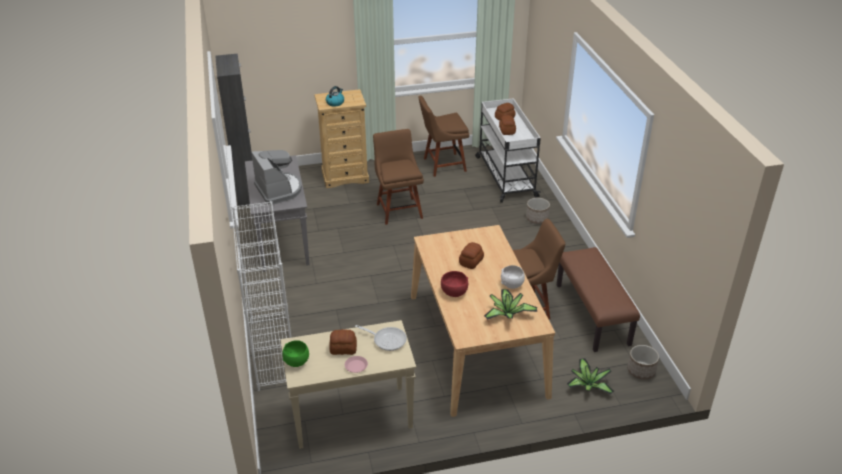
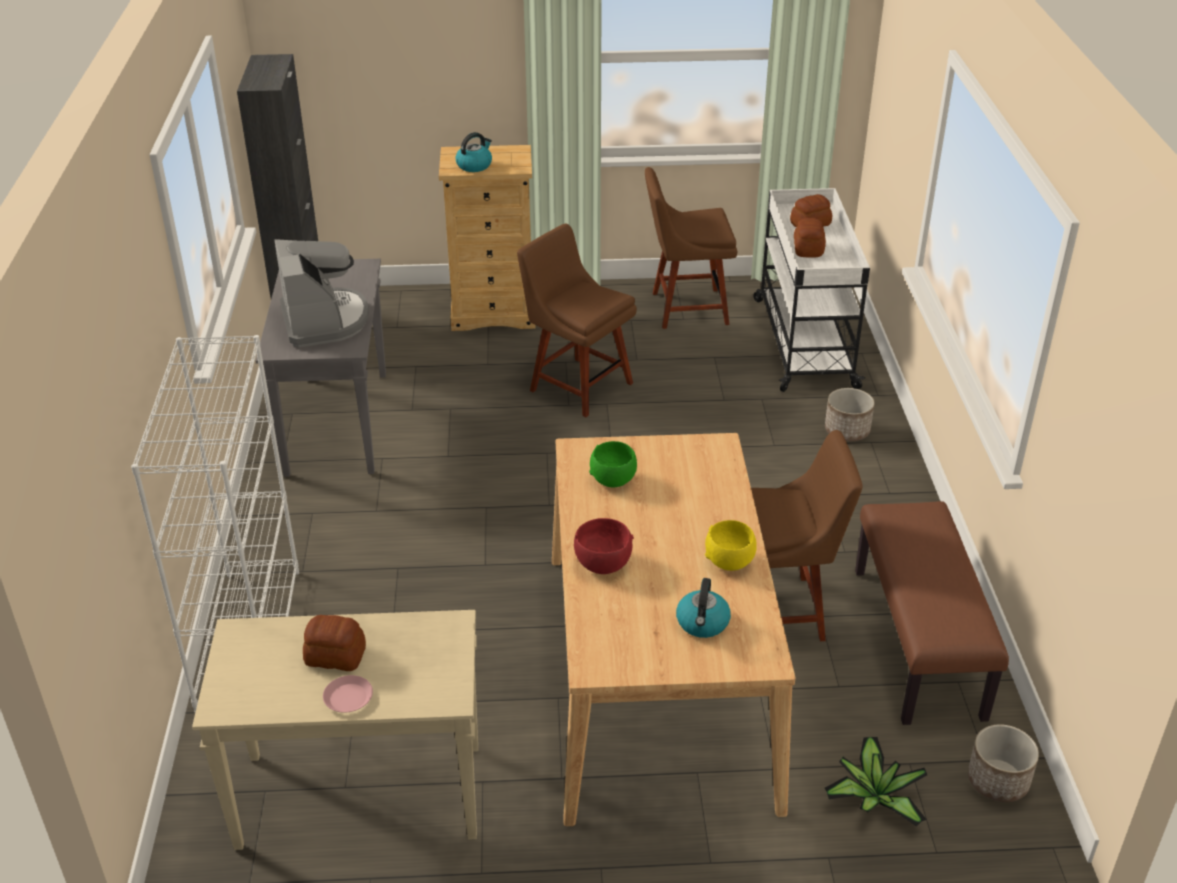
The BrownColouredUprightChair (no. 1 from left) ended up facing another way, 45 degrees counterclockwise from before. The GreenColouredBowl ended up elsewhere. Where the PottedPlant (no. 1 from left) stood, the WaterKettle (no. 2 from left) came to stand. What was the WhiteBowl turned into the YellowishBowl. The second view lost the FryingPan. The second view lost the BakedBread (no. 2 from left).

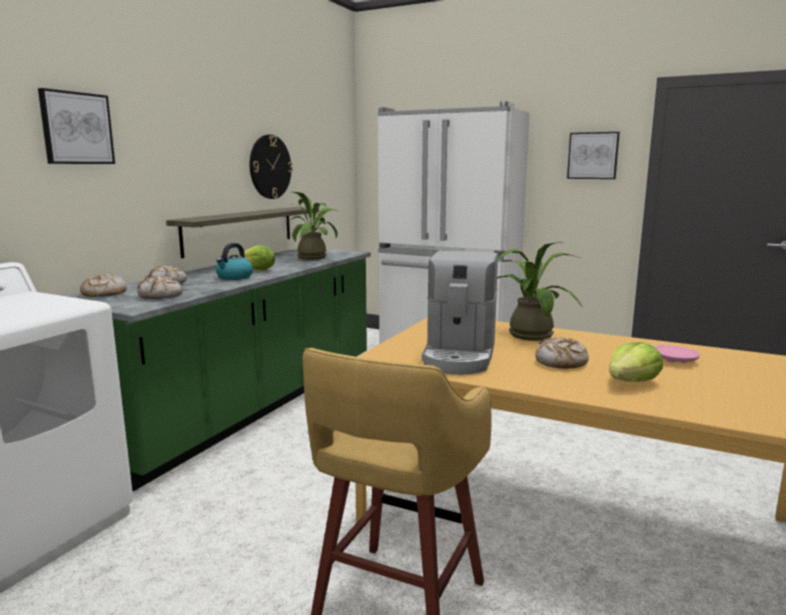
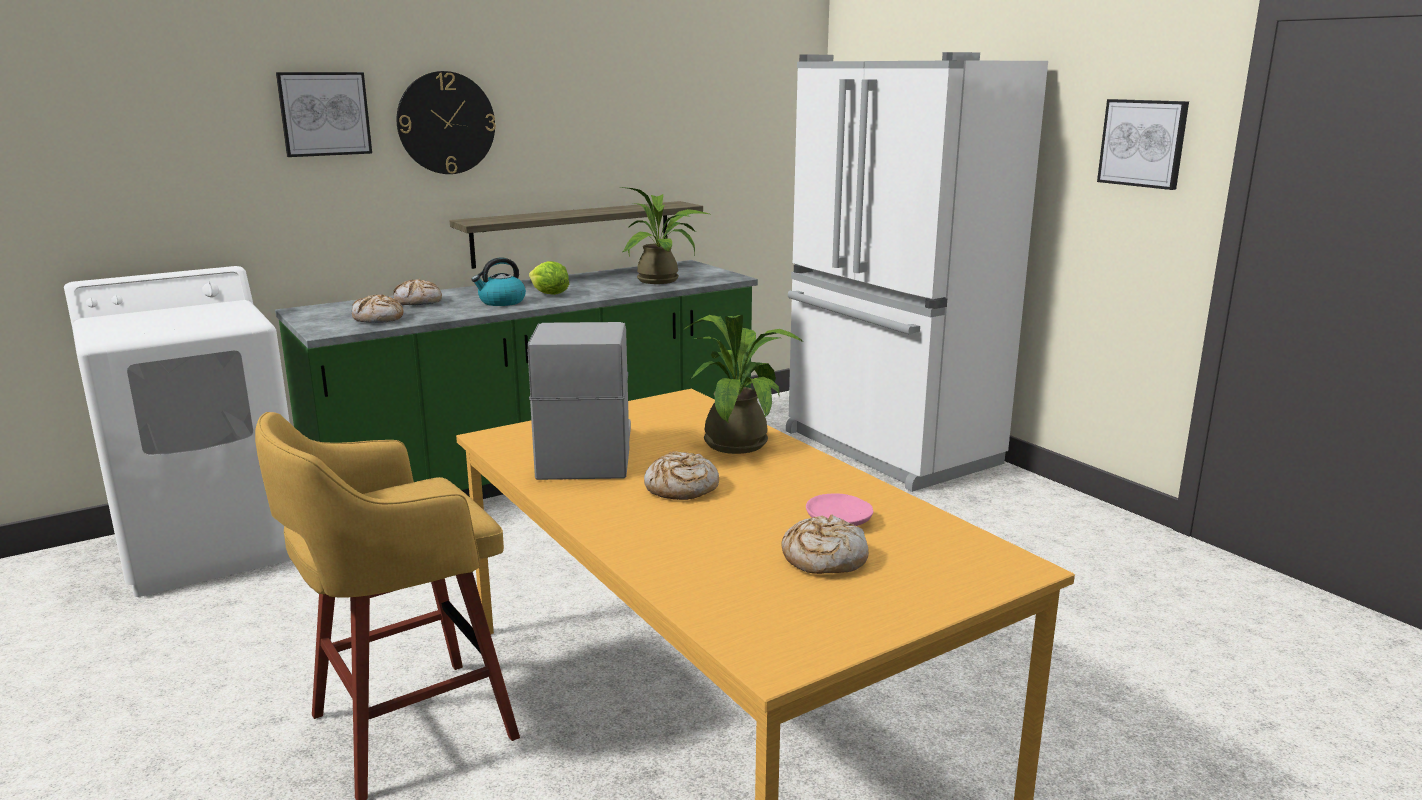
The WallClock ended up elsewhere. The CoffeeMaker ended up facing another way, 135 degrees clockwise from before. The BakedBread (no. 1 from left in the first image) ended up elsewhere. The second view lost the LettuceHead (no. 2 from left).

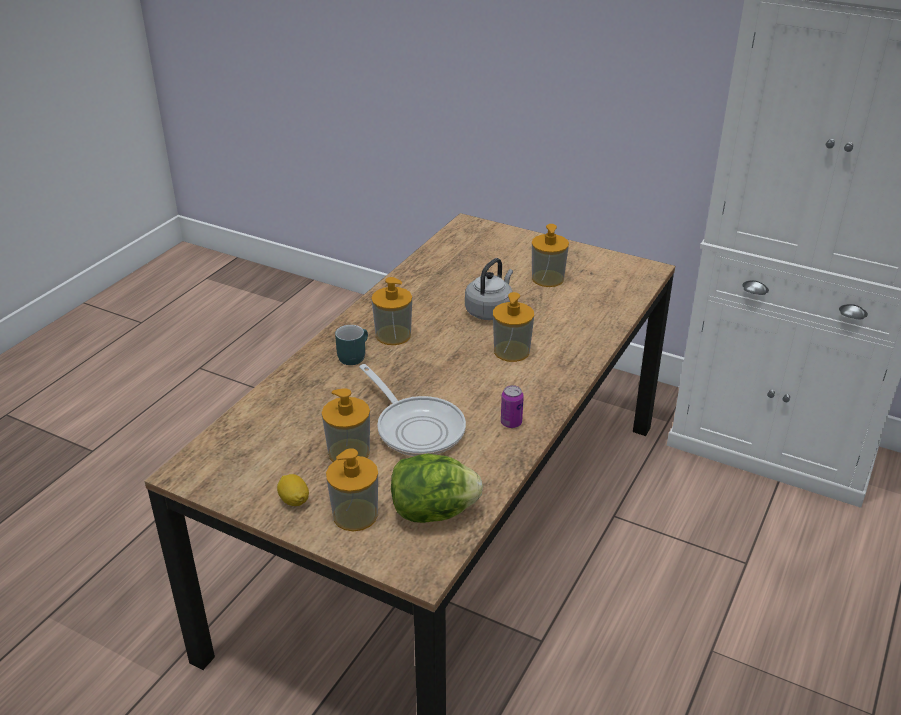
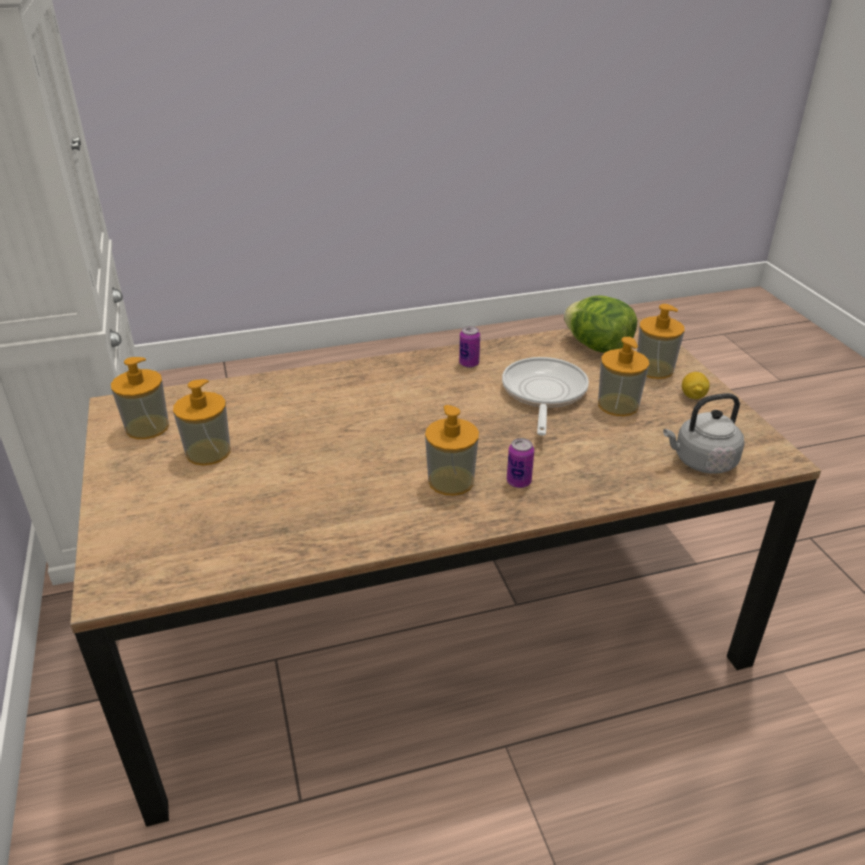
The LiquidSoapBottle (no. 4 from left in the first image) ended up elsewhere. Where the TurquoiseTeaMug stood, the SealedCan (no. 2 from left) came to stand. The GreyWaterKettle ended up elsewhere.

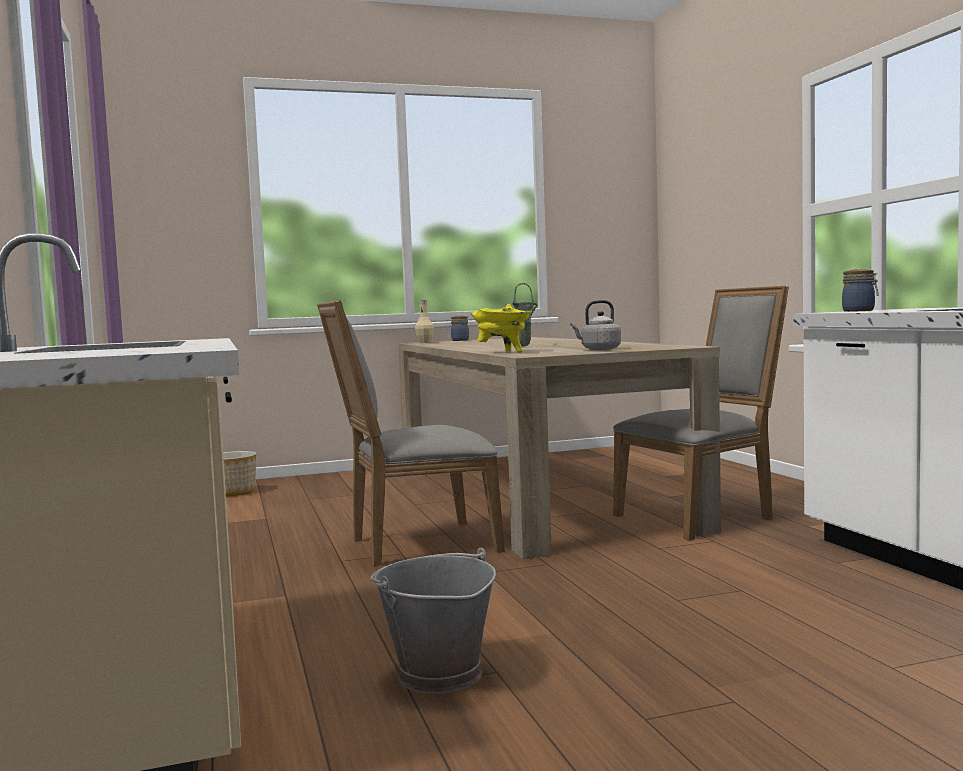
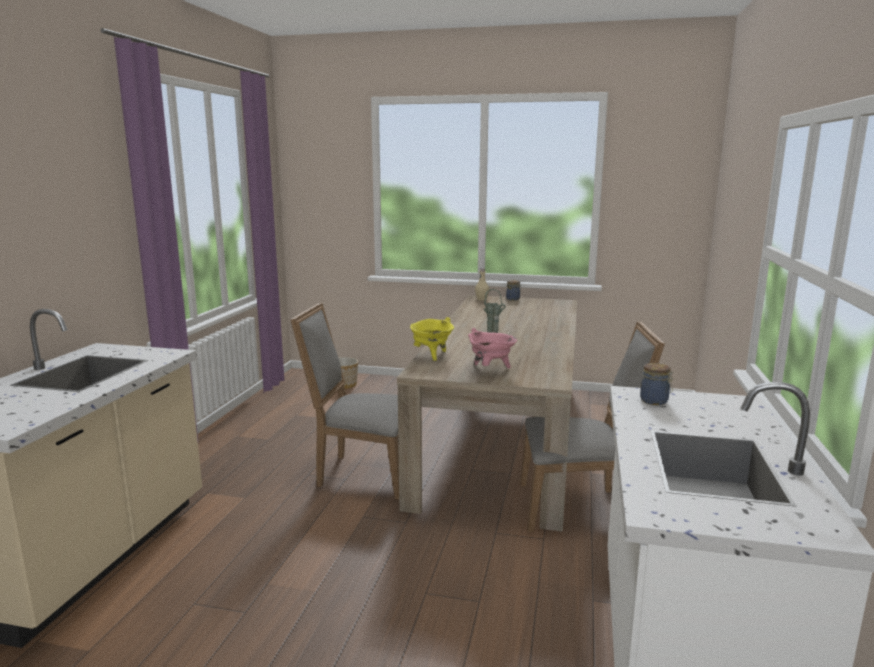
Where the GreyWaterKettle stood, the PinkCookingPot came to stand. The second view lost the GreyBucket.

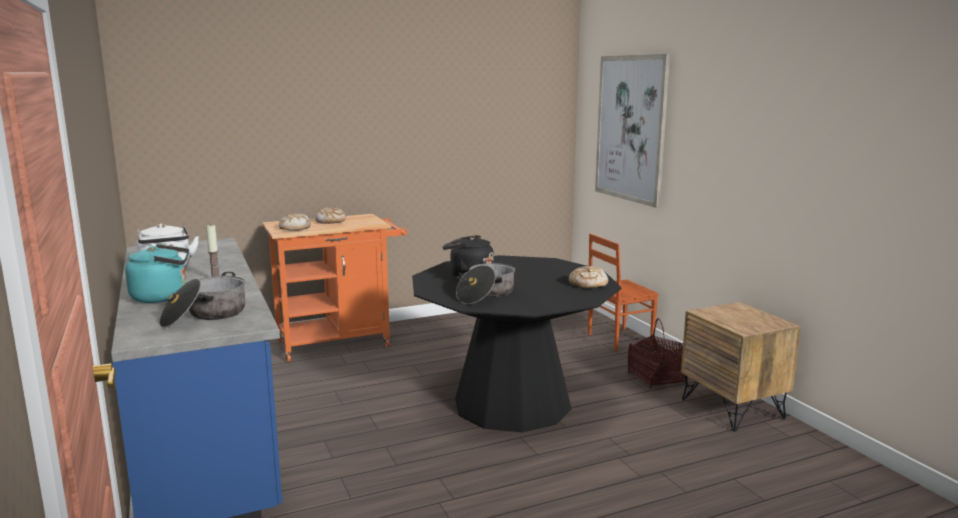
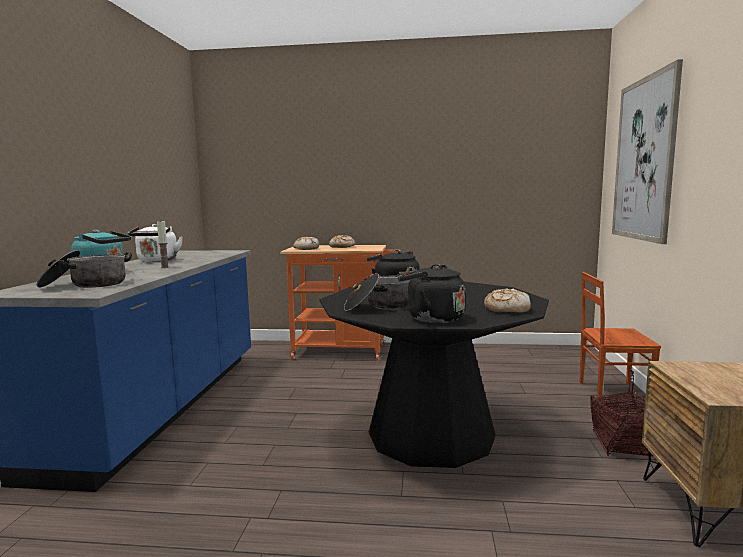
The second view gained the BlackWaterKettle (no. 2 from left).

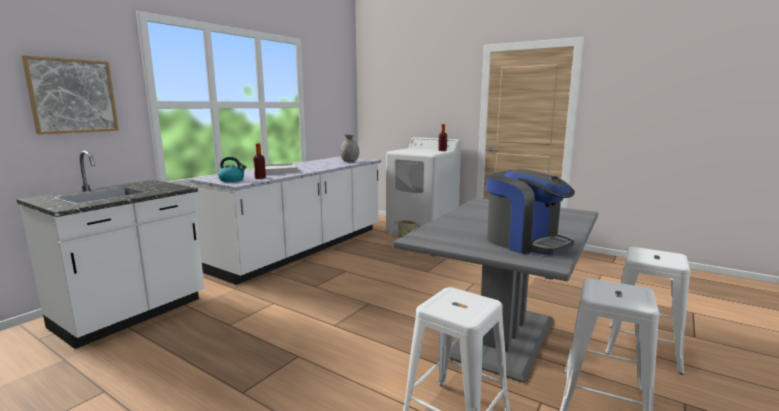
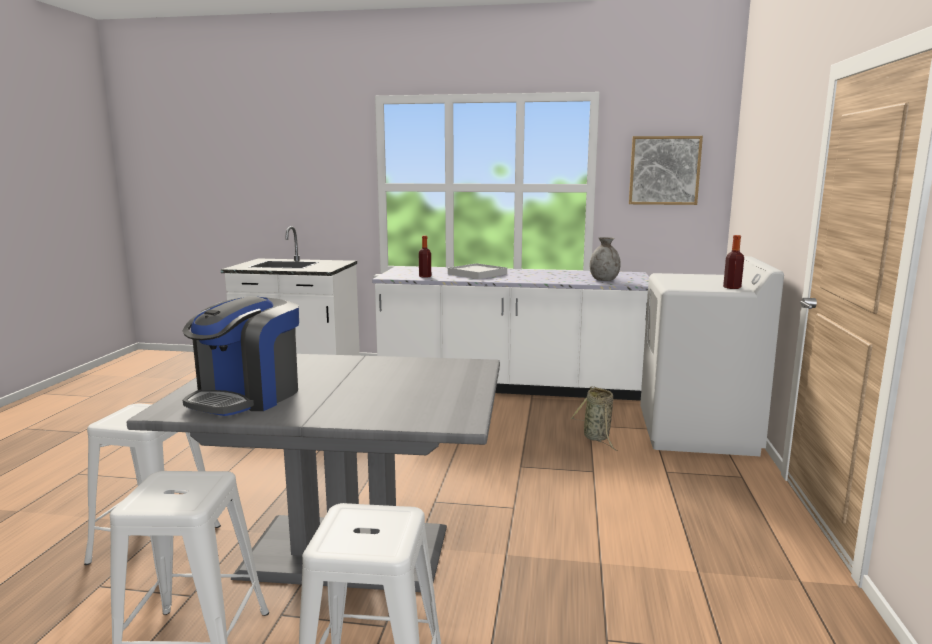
The WallPicture ended up elsewhere. The second view lost the WaterKettle.

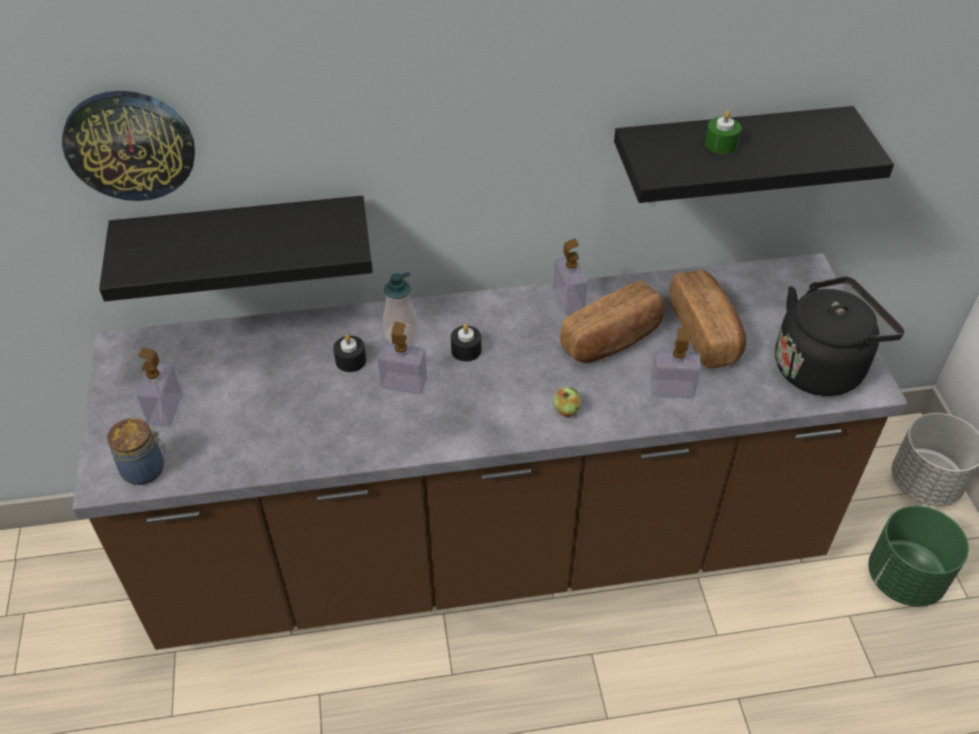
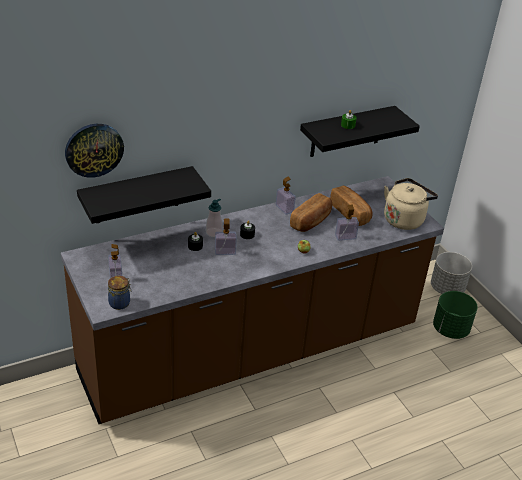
What was the BlackWaterKettle turned into the BeigeWaterKettle.

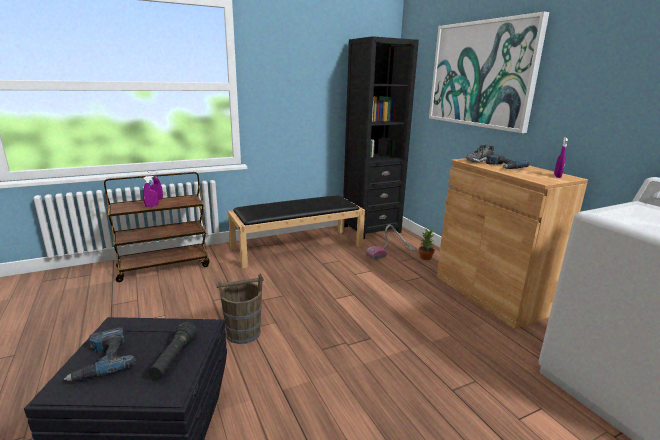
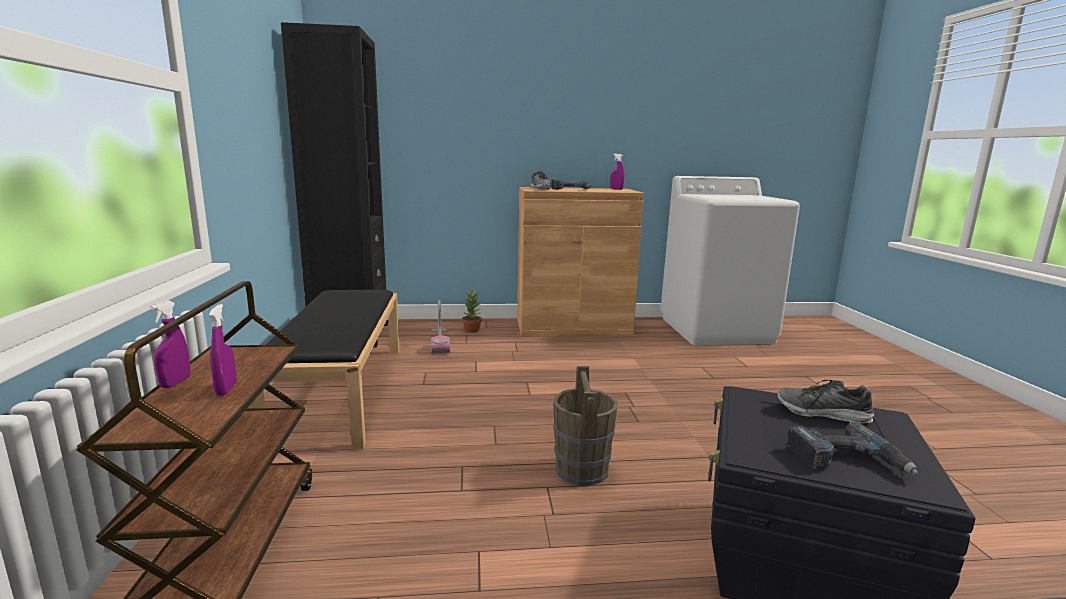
Where the BlackTorch stood, the ItemOfFootwear (no. 2 from left) came to stand. The second view lost the WallPicture.

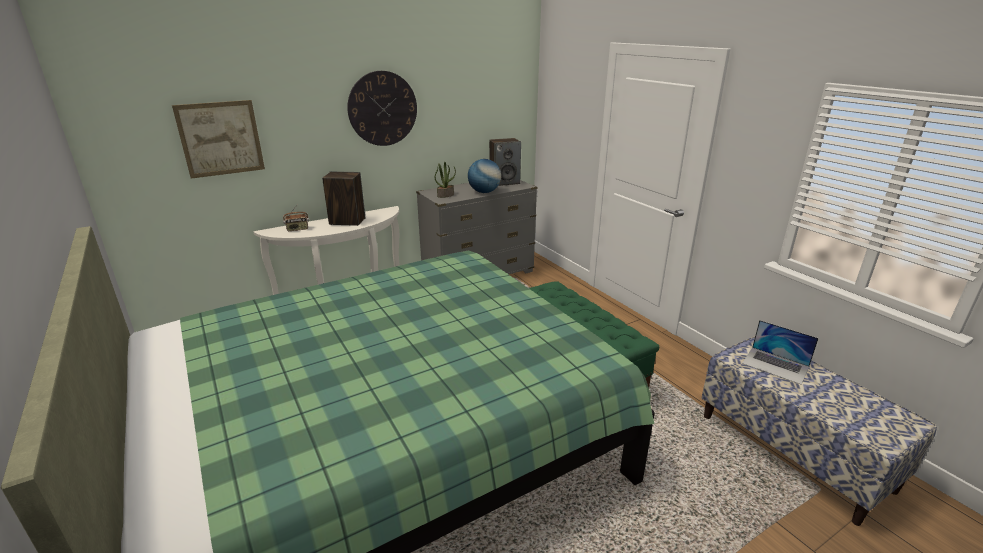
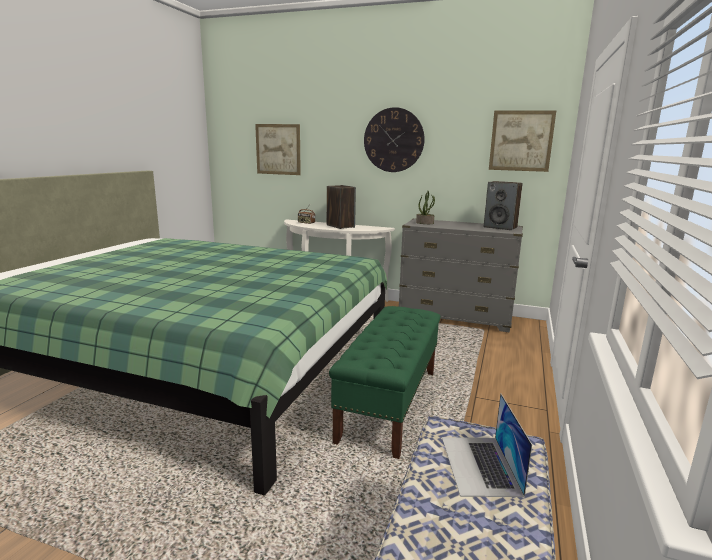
The second view gained the WallPicture (no. 2 from left). The second view lost the WorldGlobe.

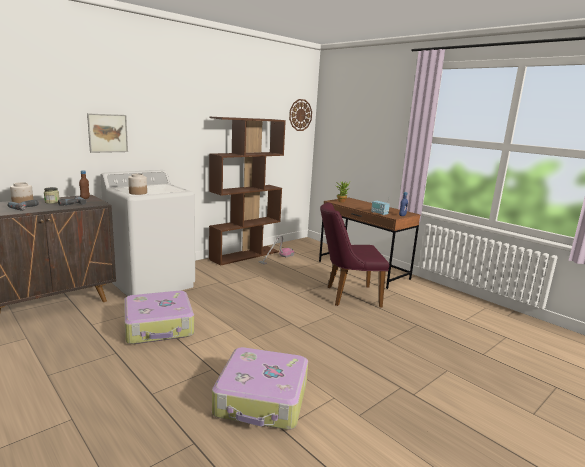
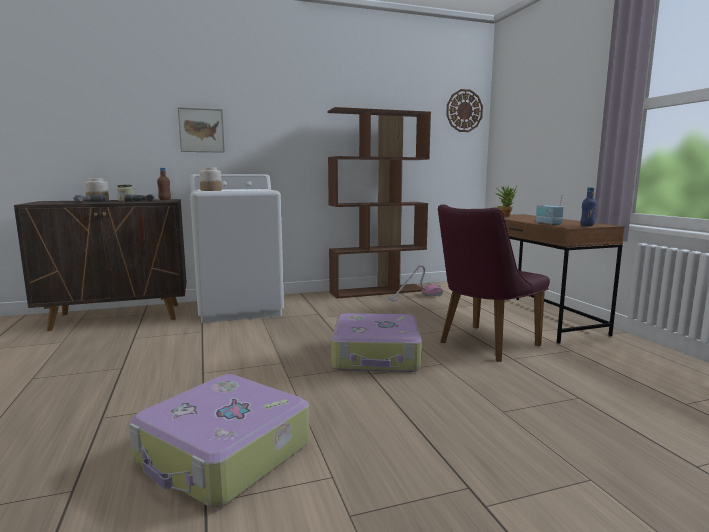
The Suitcase (no. 1 from left in the first image) ended up elsewhere. The PurpleUprightChair ended up facing another way, 60 degrees counterclockwise from before.

